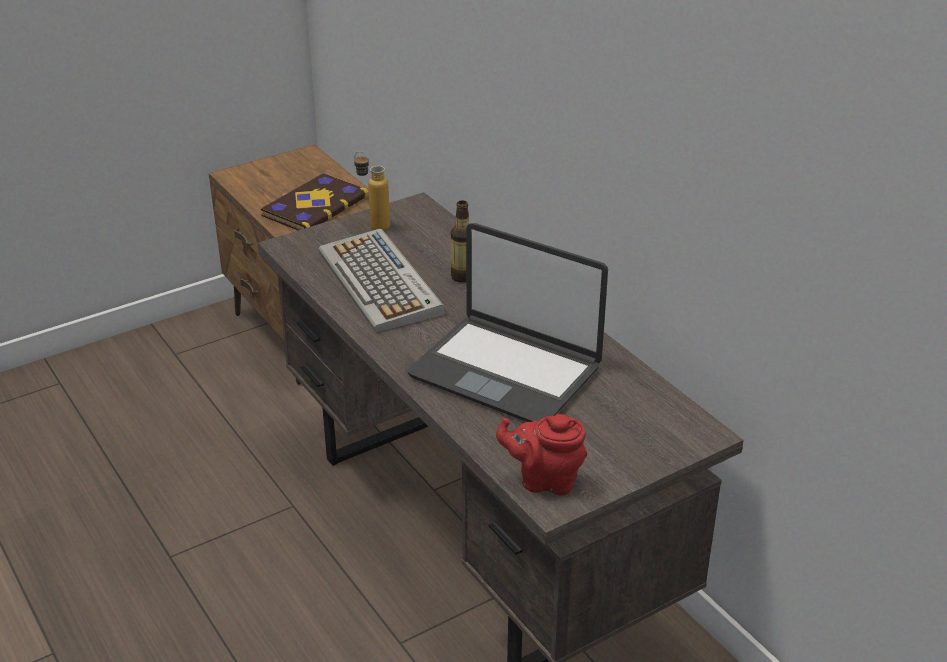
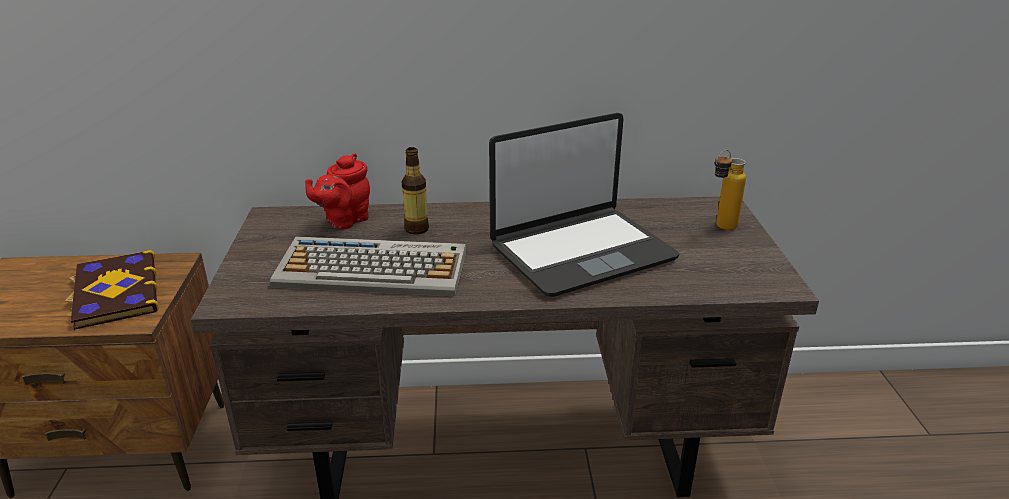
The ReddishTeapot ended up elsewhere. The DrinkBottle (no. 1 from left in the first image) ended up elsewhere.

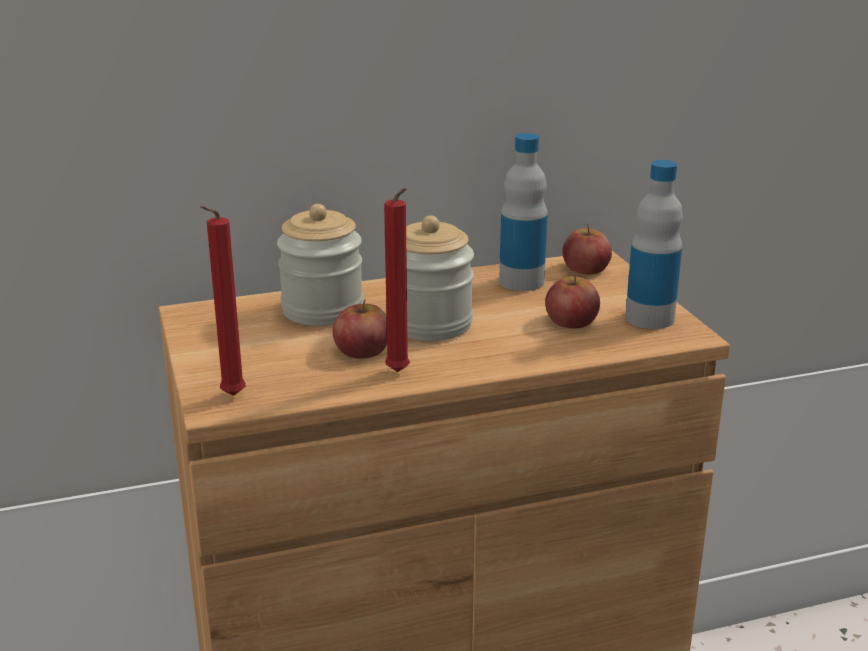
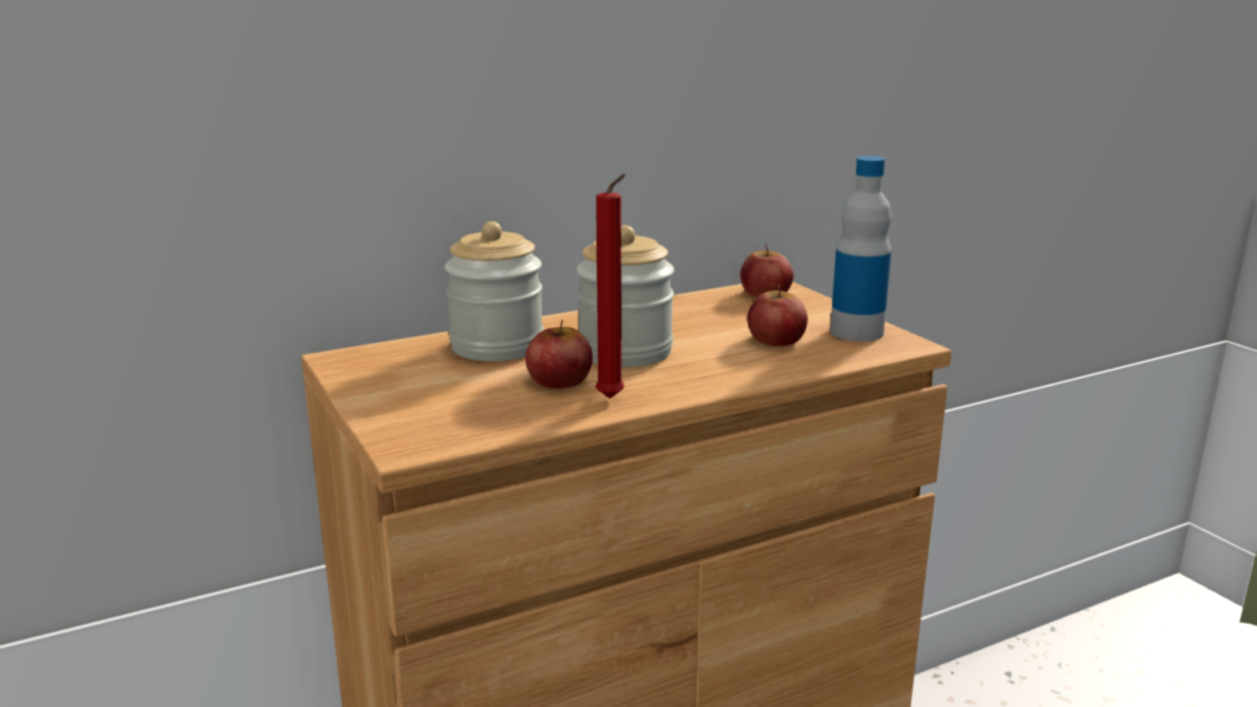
The second view lost the ReddishWaxLight (no. 1 from left). The second view lost the DrinkBottle (no. 1 from left).

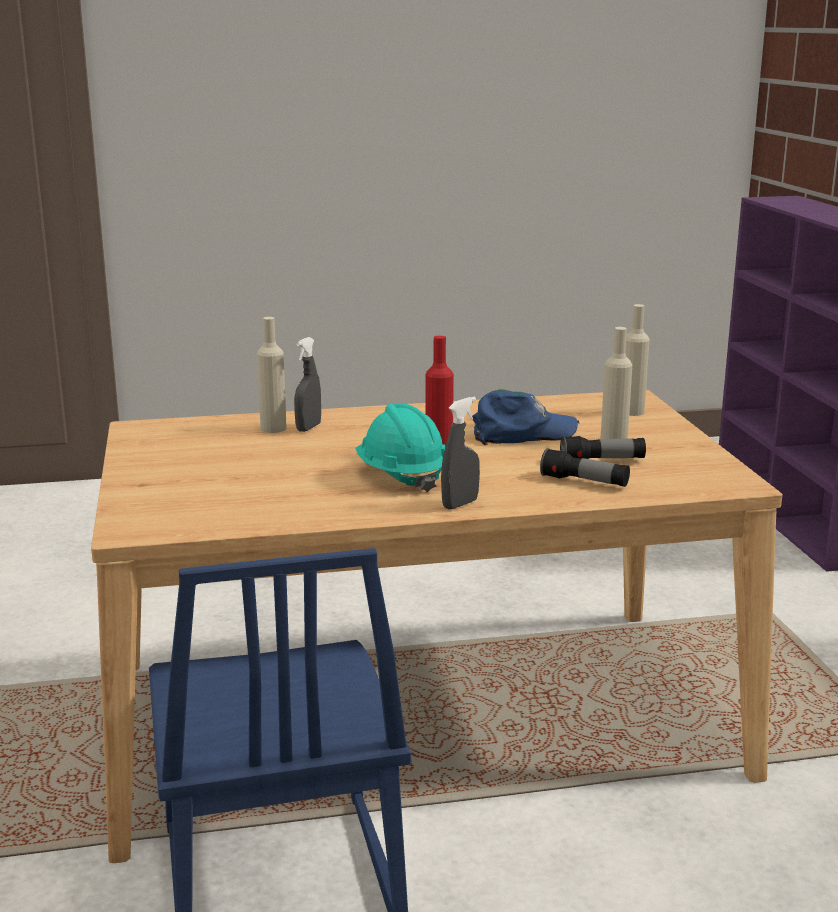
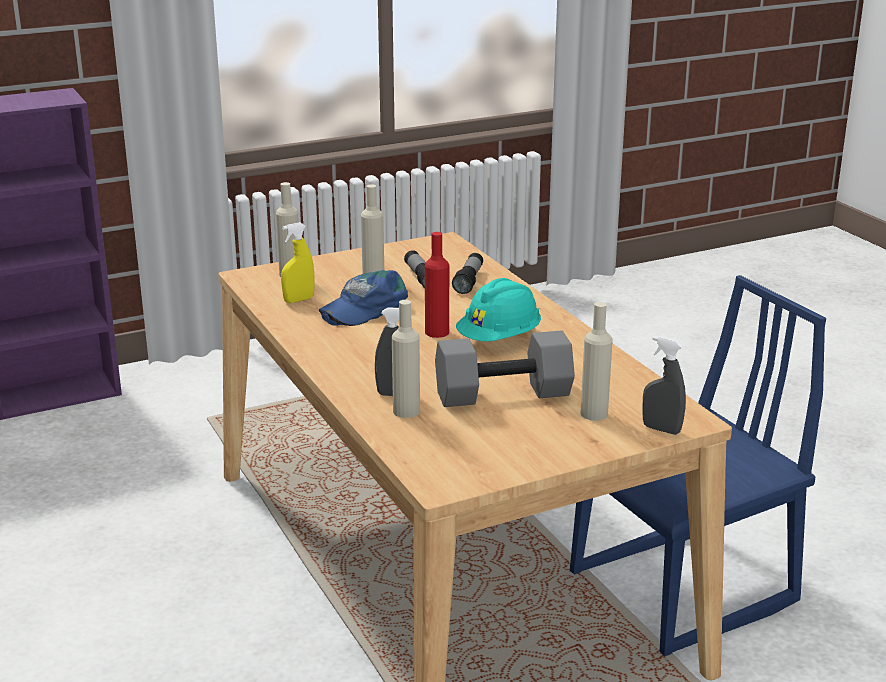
The second view gained the YellowishSprayer. The BlueColouredPeakedCap ended up facing another way, 105 degrees counterclockwise from before. The second view gained the GreyDumbbell. The second view gained the BeigeDrinkBottle (no. 4 from left). The GreySprayer (no. 2 from left) ended up elsewhere.

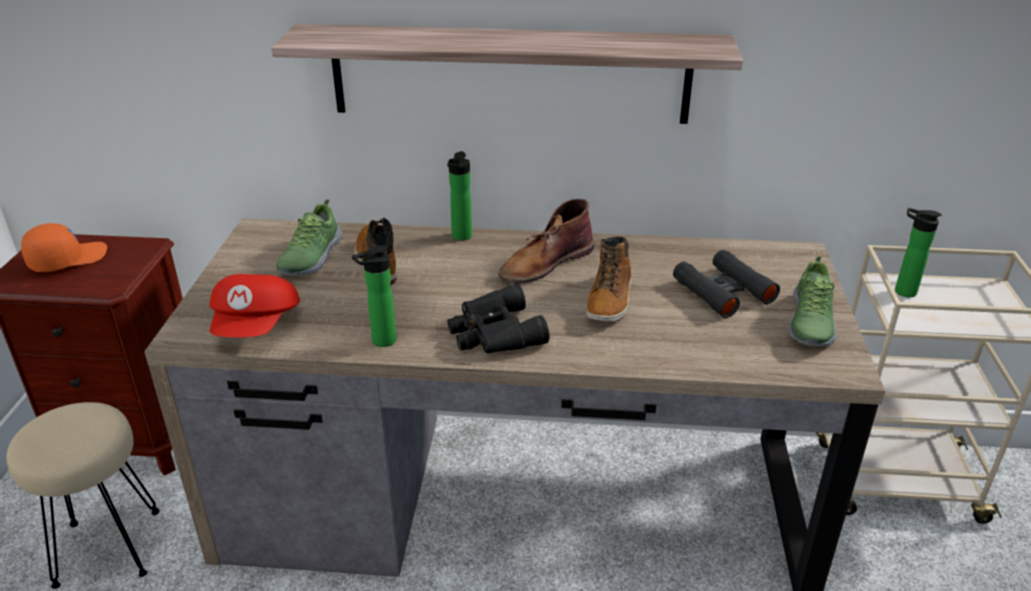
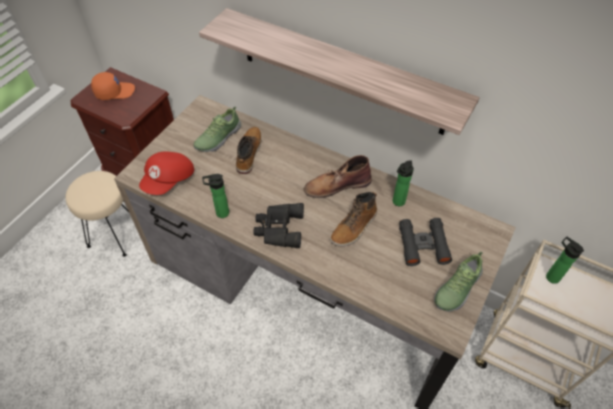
The DrinkBottle (no. 2 from left) ended up elsewhere.

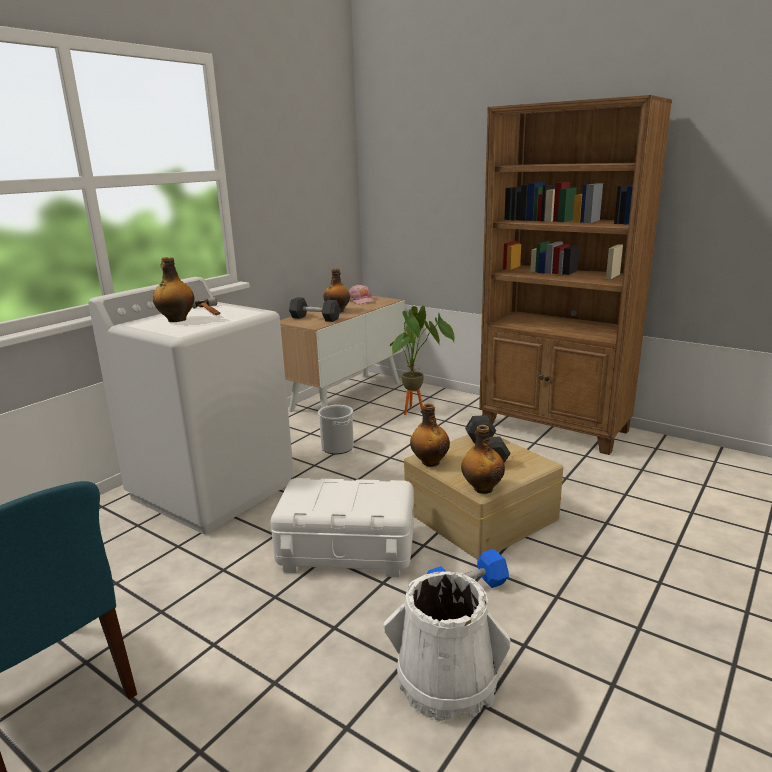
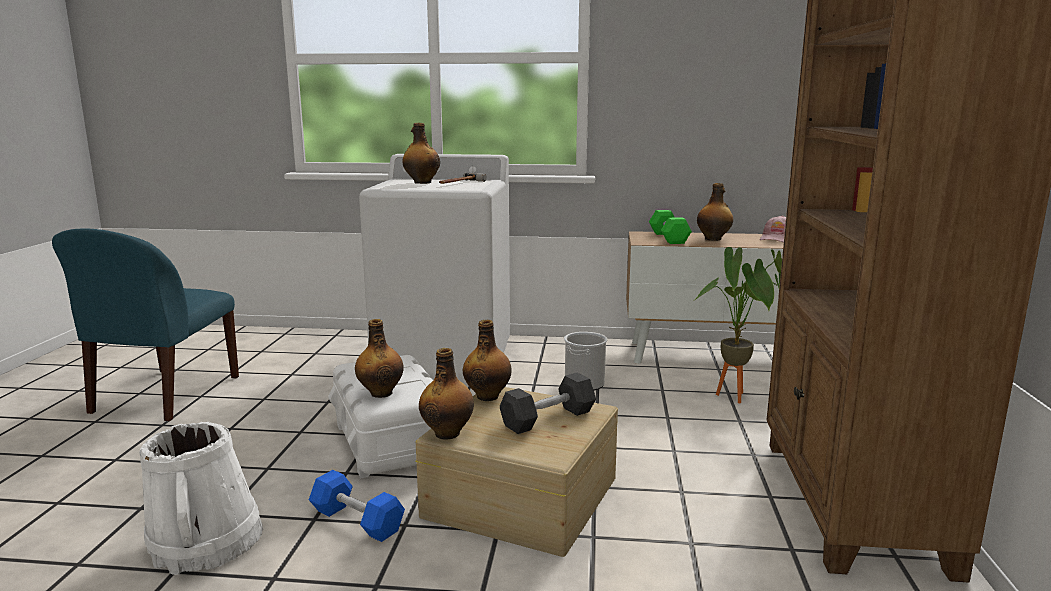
The second view gained the DrinkBottle (no. 1 from left). What was the GreyDumbbell (no. 1 from left) turned into the GreenColouredDumbbell.

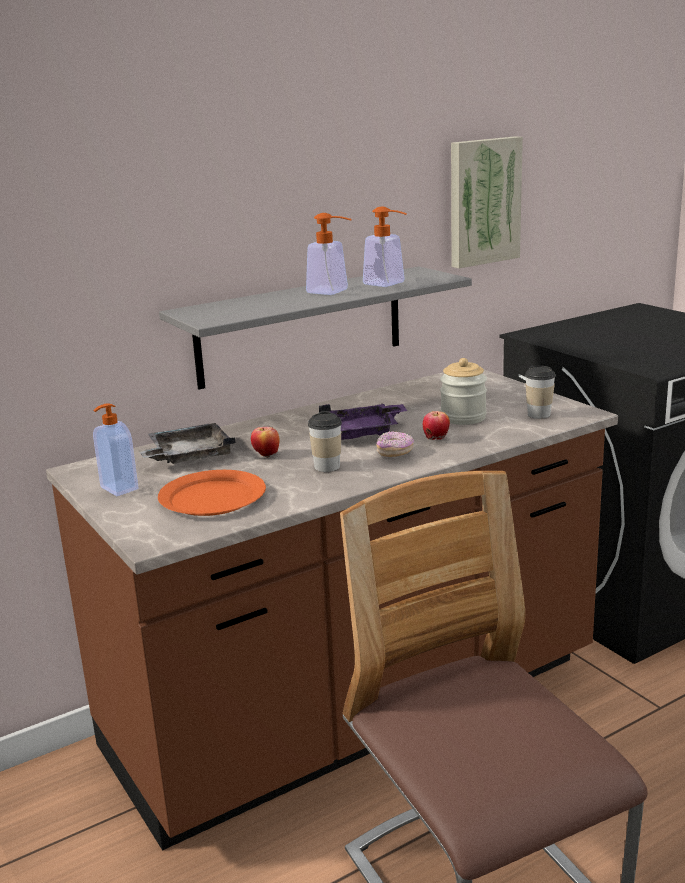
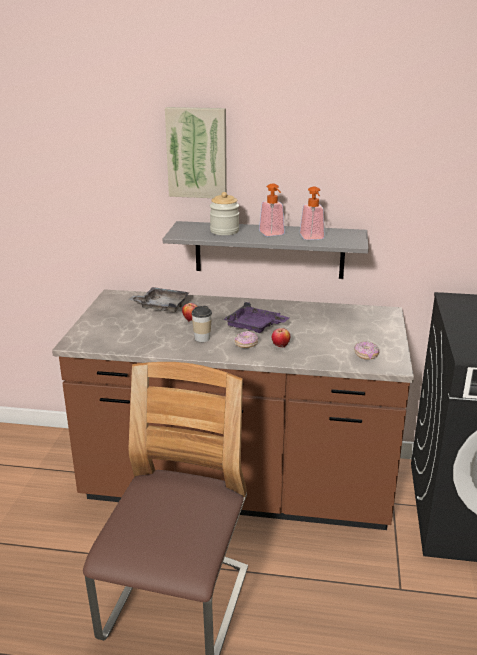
The WallPicture ended up elsewhere. The PreserveJar ended up elsewhere. Where the Cup (no. 2 from left) stood, the Donut (no. 2 from left) came to stand. The second view lost the LiquidSoapBottle (no. 1 from left). The second view lost the OrangeColouredFlatDish.

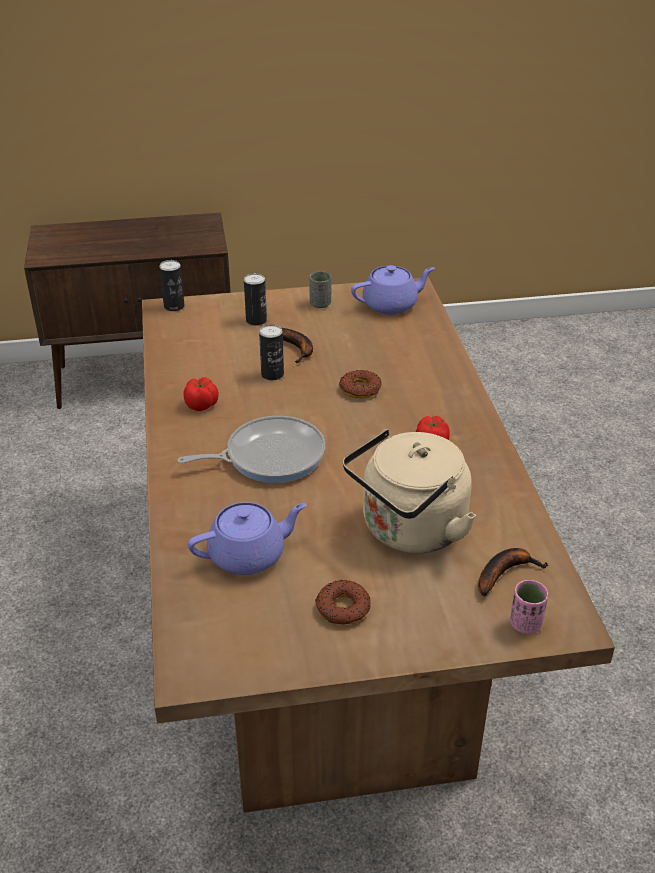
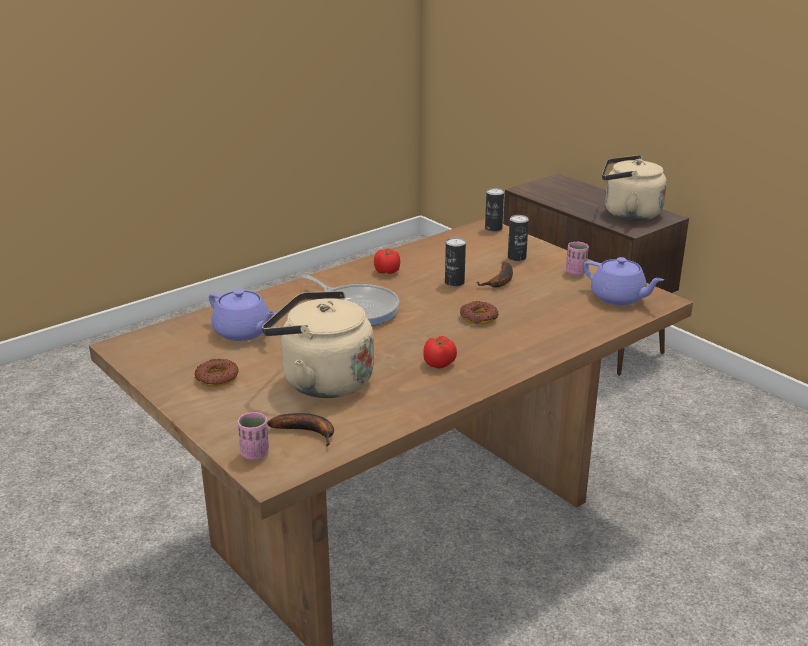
What was the GreyCup turned into the PinkCup (no. 2 from left). The second view gained the BeigeWaterKettle (no. 2 from left).

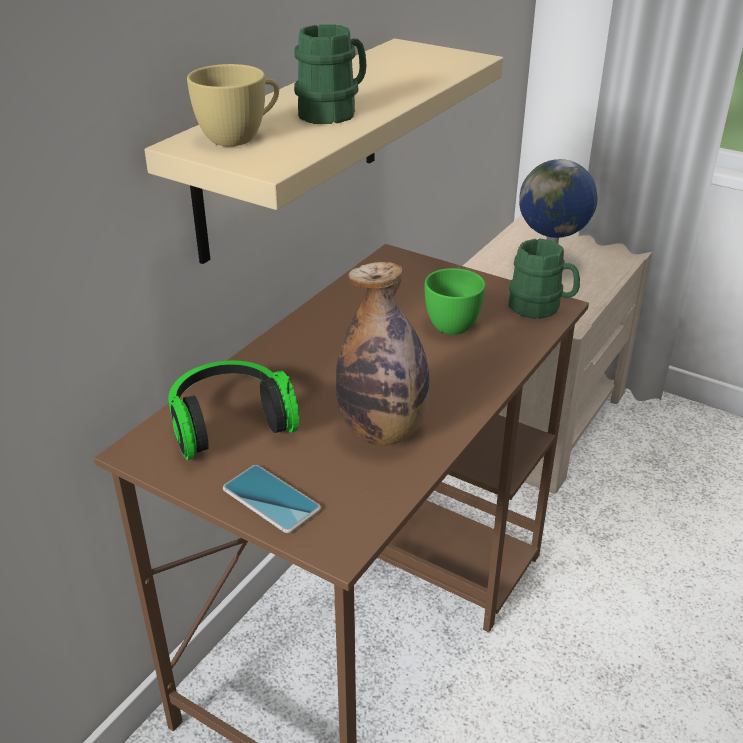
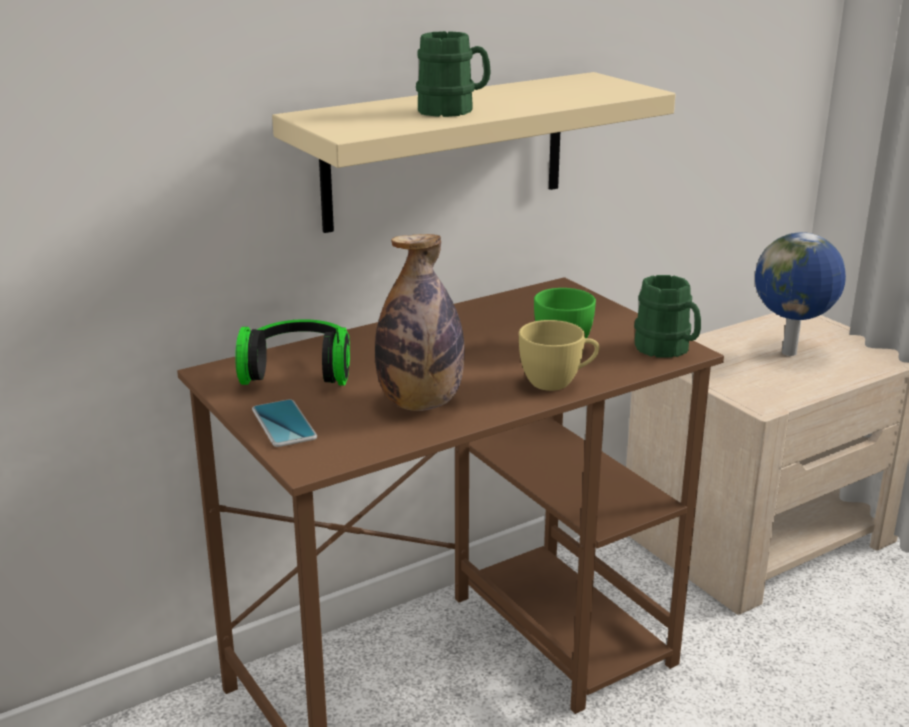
The YellowishCup ended up elsewhere.

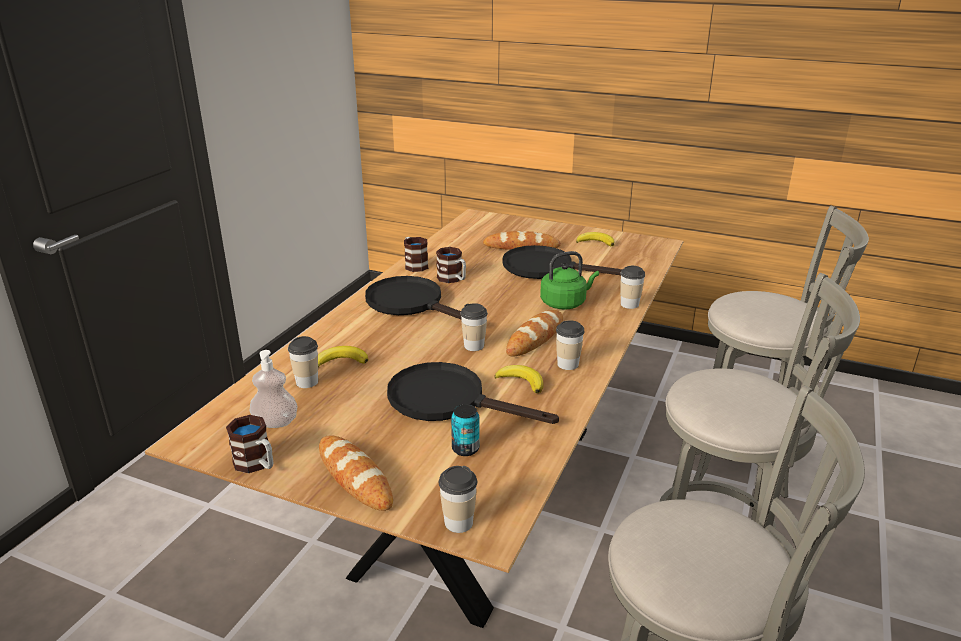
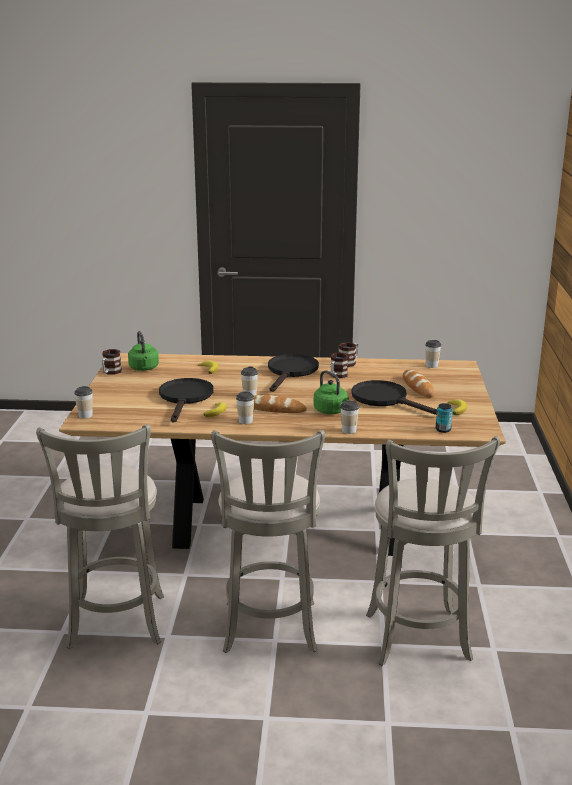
Where the LiquidSoapBottle stood, the GreenColouredWaterKettle (no. 1 from left) came to stand. The BlackFryingPan (no. 3 from left) ended up facing another way, 45 degrees counterclockwise from before. The Cup (no. 1 from left in the first image) ended up elsewhere. The SealedCan ended up elsewhere. The second view lost the BakedBread (no. 1 from left).

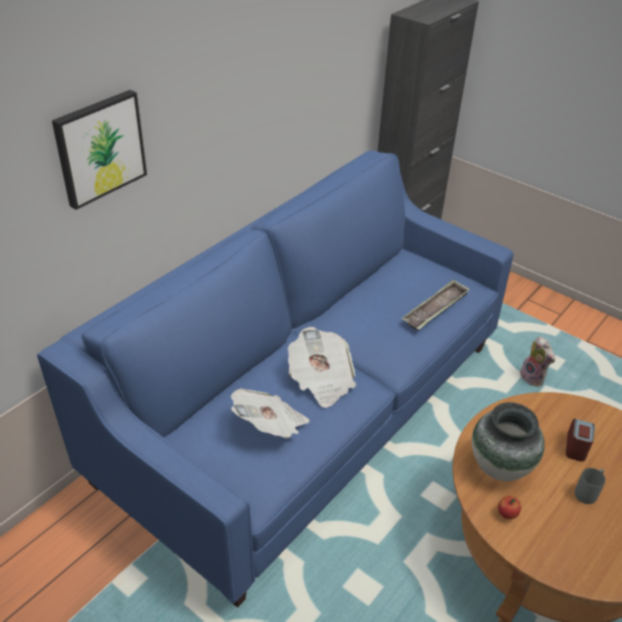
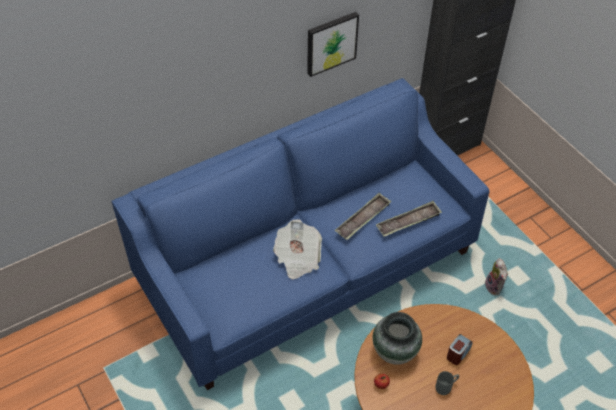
The WallPicture ended up elsewhere. The second view gained the Tray (no. 1 from left). The second view lost the DailyPaper (no. 1 from left).

